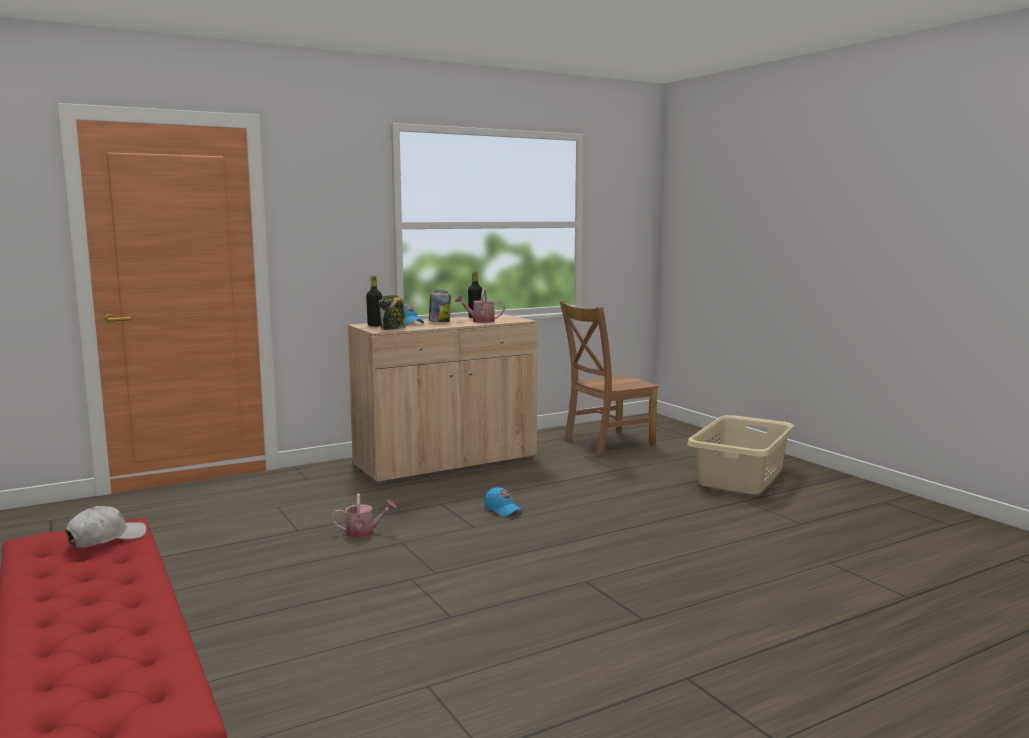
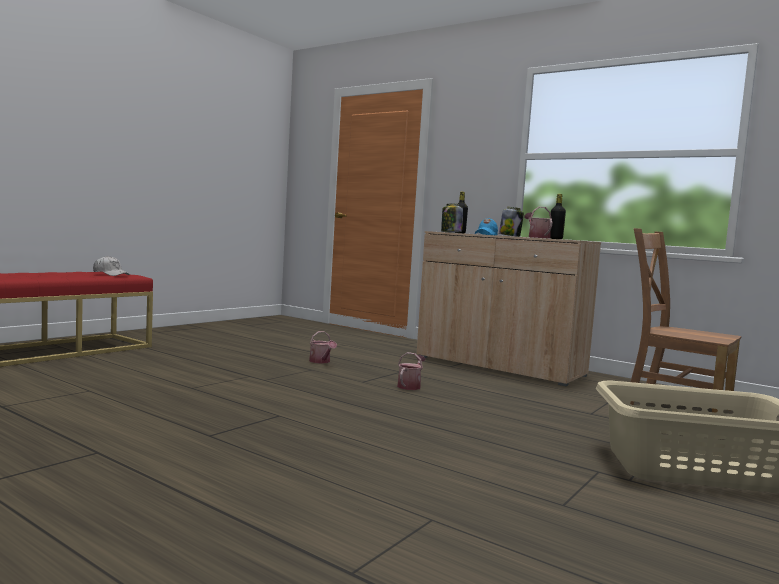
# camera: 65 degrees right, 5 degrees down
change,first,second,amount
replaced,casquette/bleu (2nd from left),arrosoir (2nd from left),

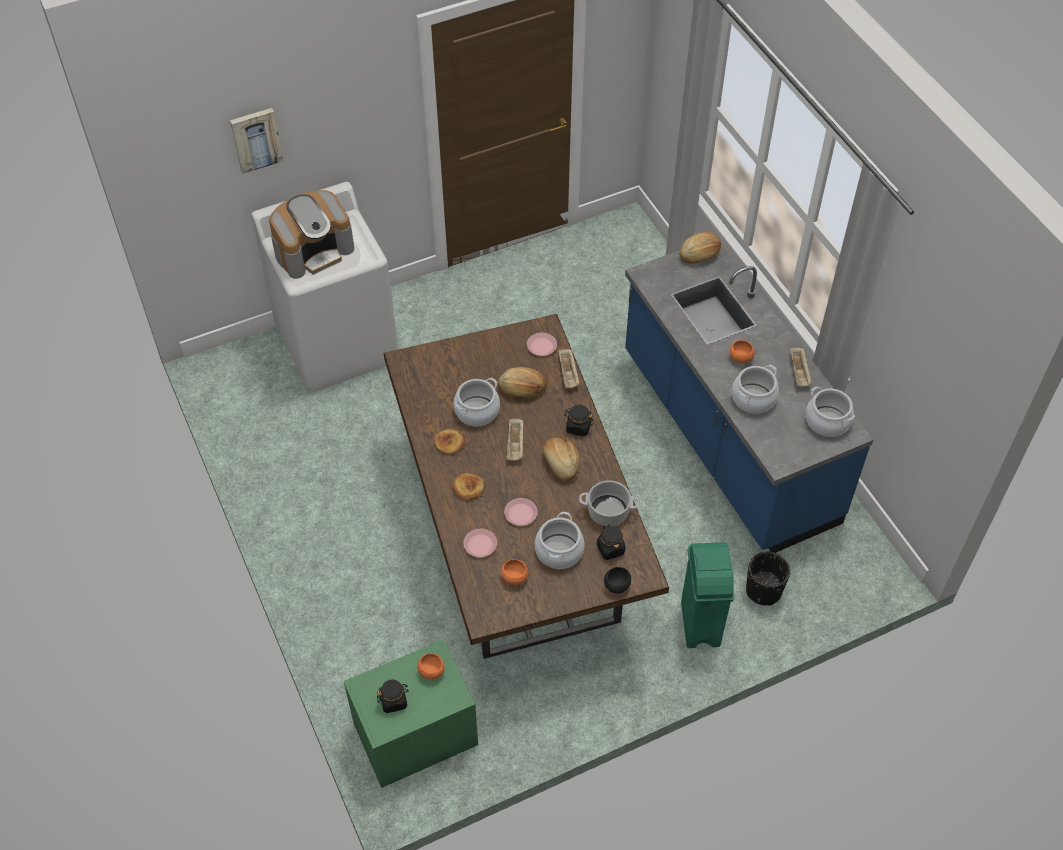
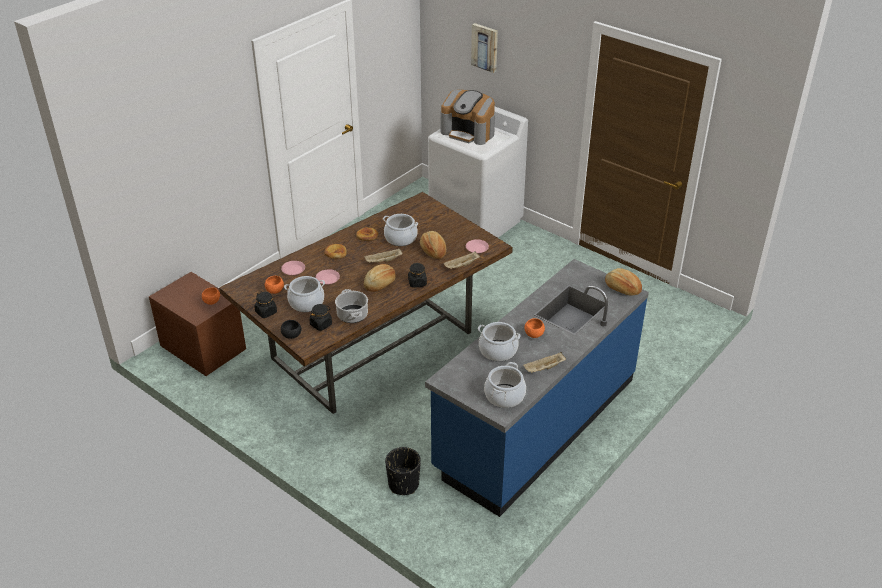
# camera: 65 degrees right, 15 degrees down
change,first,second,amount
removed,poubelle/vert,,
recoloured,table de chevet/vert,table de chevet/marron,
moved,bocal/noir (1st from left),,

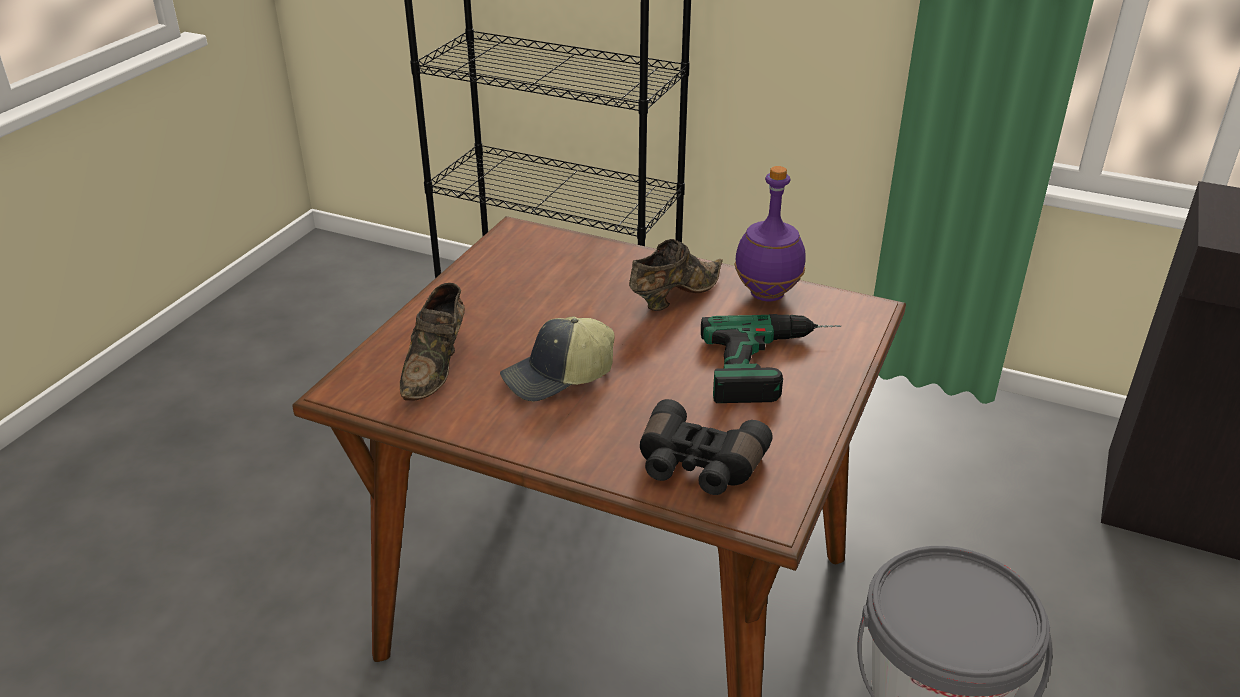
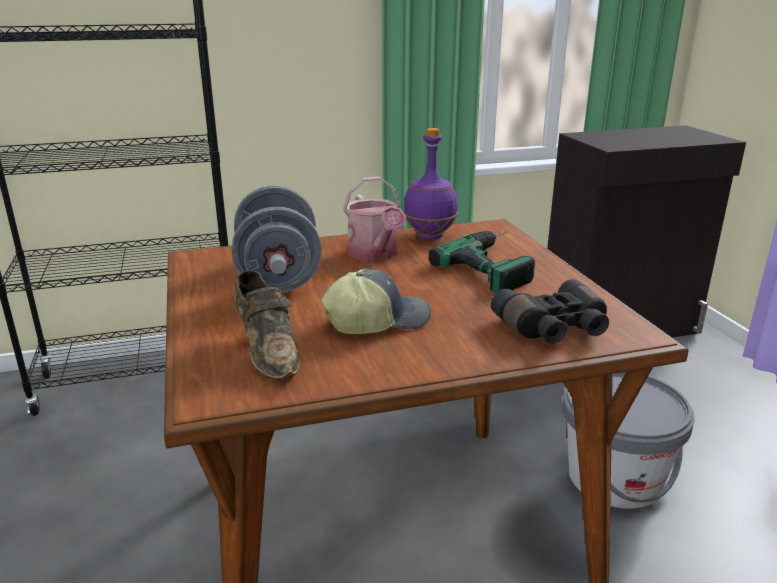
# camera: 40 degrees left, 10 degrees down
change,first,second,amount
replaced,chaussure/marron (2nd from left),arrosoir,
turned,casquette,,135 degrees counterclockwise
added,,haltère/gris,

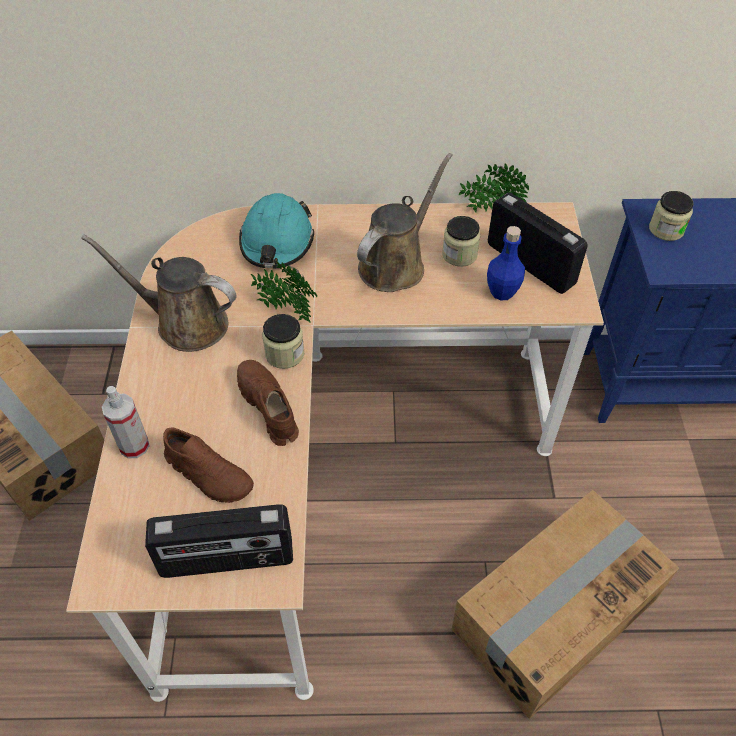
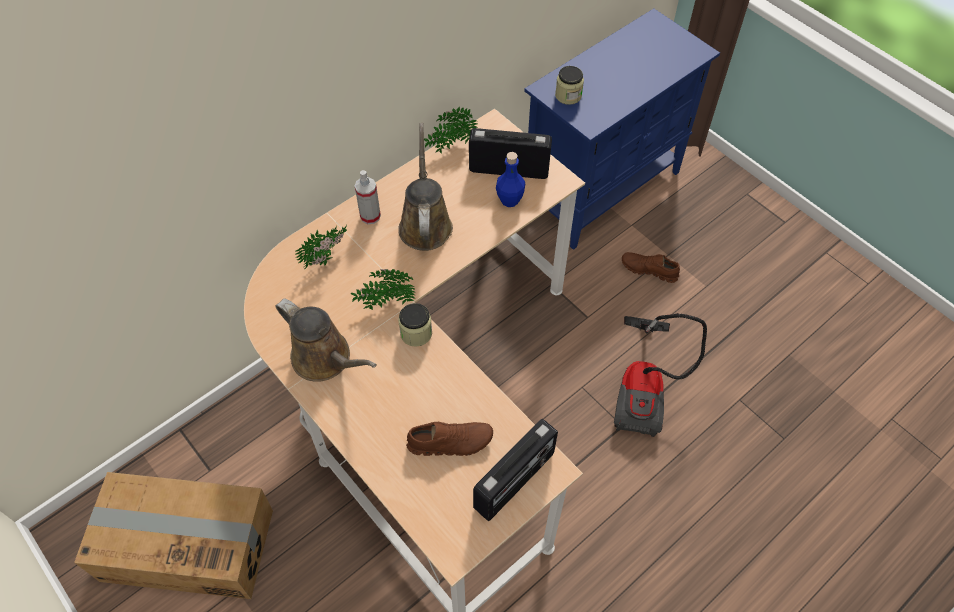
# camera: 40 degrees left, 5 degrees up
change,first,second,amount
replaced,casque de chantier/turquoise,plante en pot (1st from left),
removed,bocal (2nd from left),,
turned,arrosoir/marron (1st from left),,120 degrees counterclockwise
moved,chaussure/marron (2nd from left),,
moved,vaporisateur,,
replaced,carton (2nd from left),aspirateur,

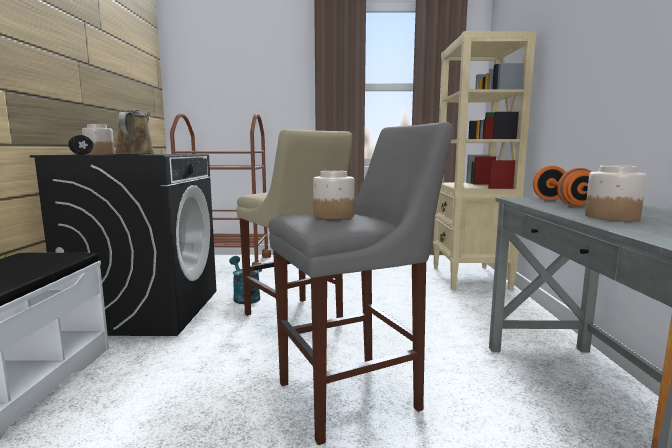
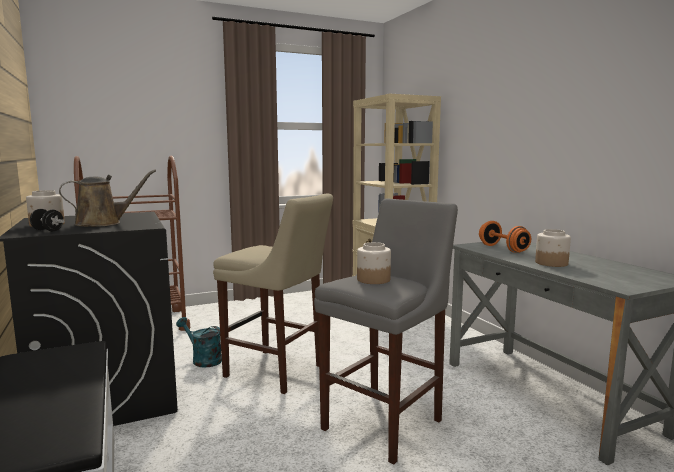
# camera: 25 degrees left, 0 degrees up
change,first,second,amount
turned,arrosoir/marron,,90 degrees clockwise

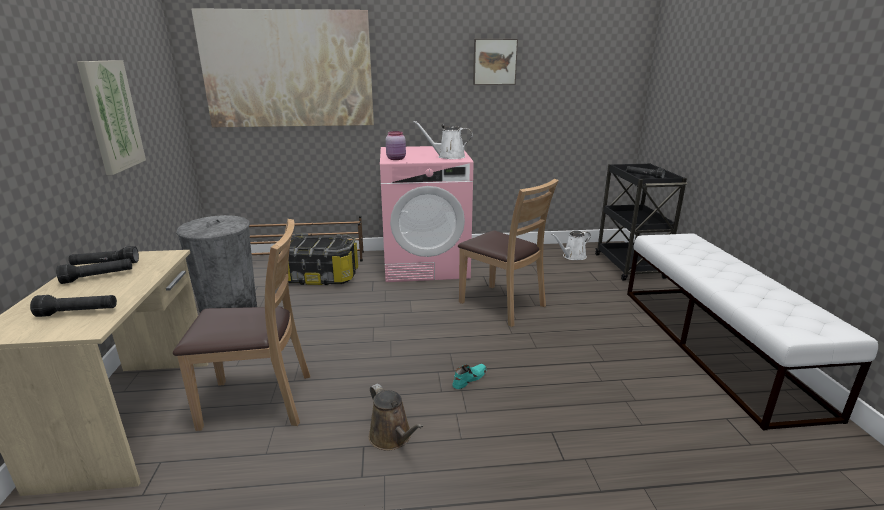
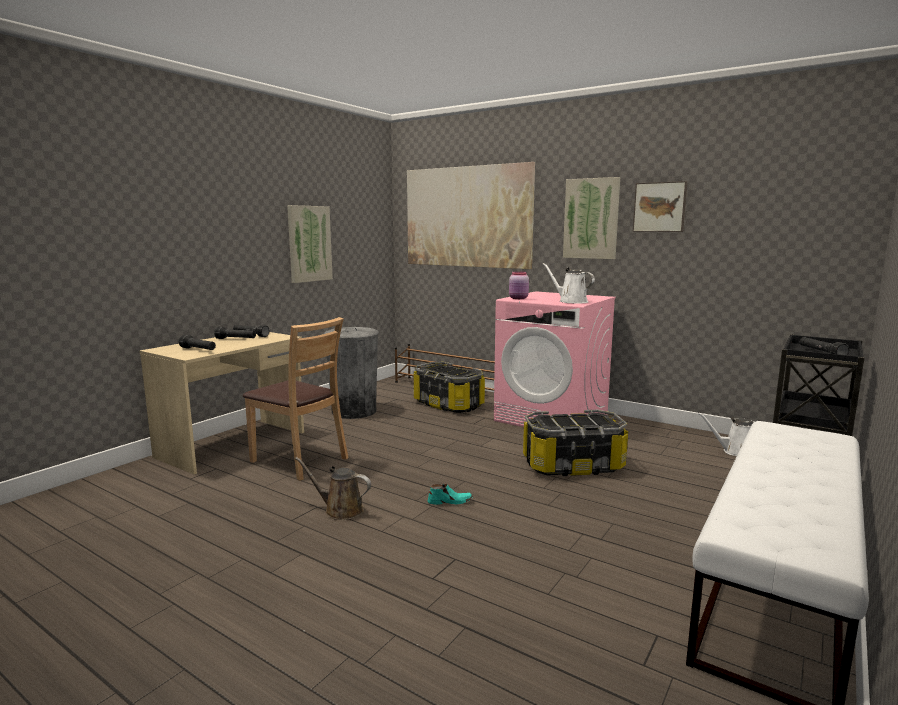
# camera: 40 degrees right, 10 degrees down
change,first,second,amount
replaced,chaise/marron (2nd from left),boîte de rangement (2nd from left),
turned,arrosoir/marron,,105 degrees clockwise
added,,tableau (3rd from left),

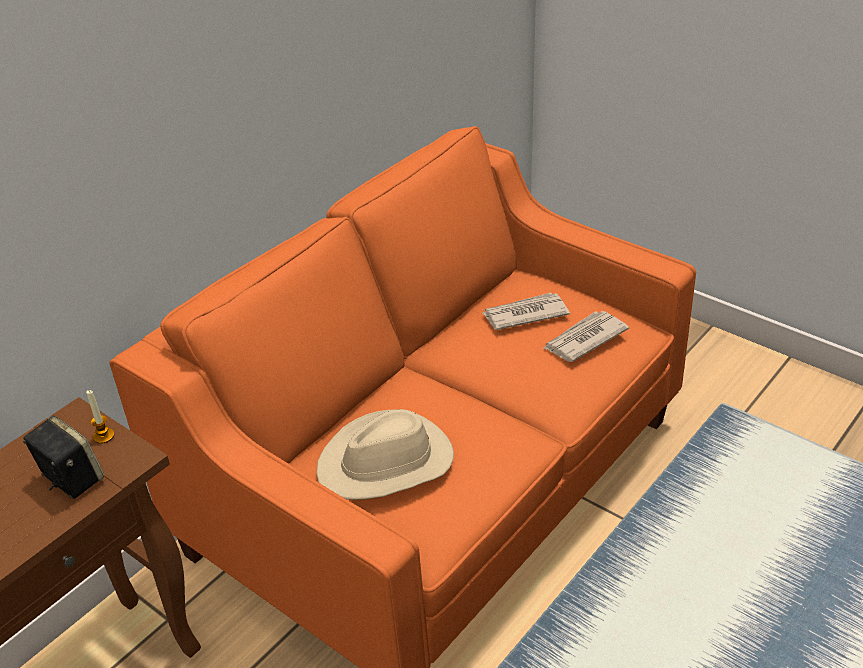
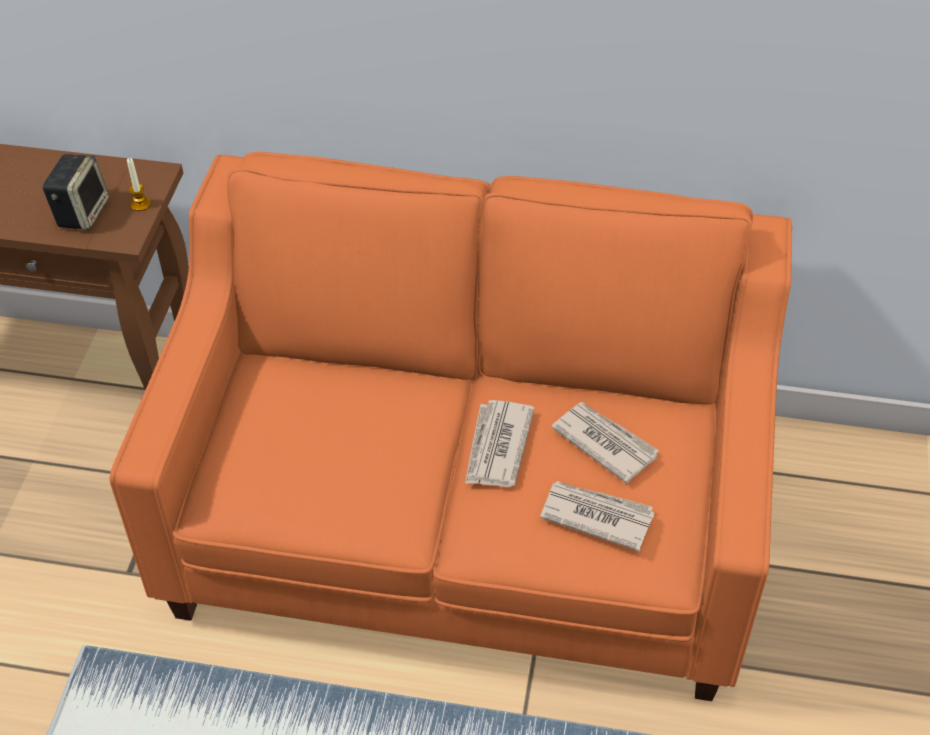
# camera: 60 degrees right, 10 degrees up
change,first,second,amount
removed,chapeau/beige,,
added,,journal (1st from left),

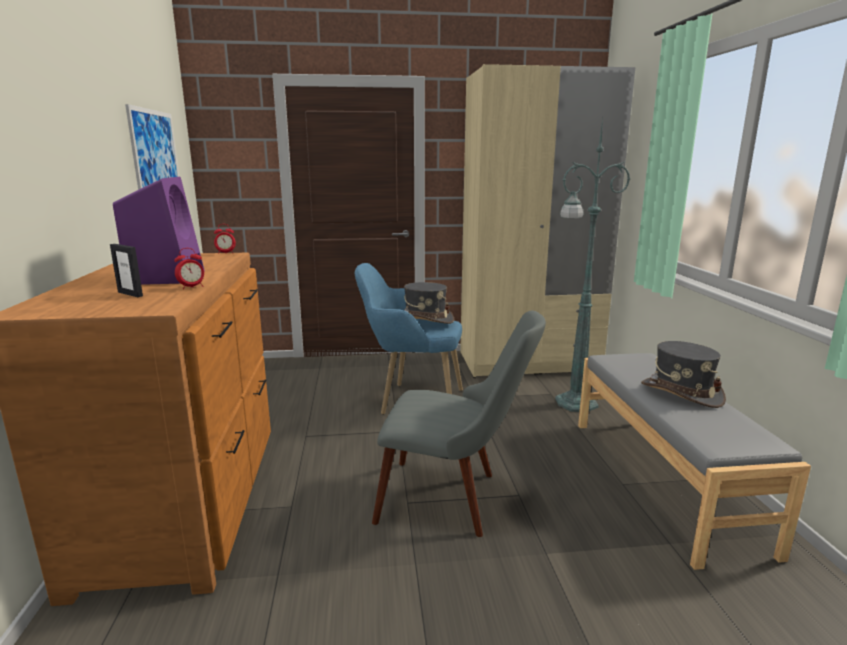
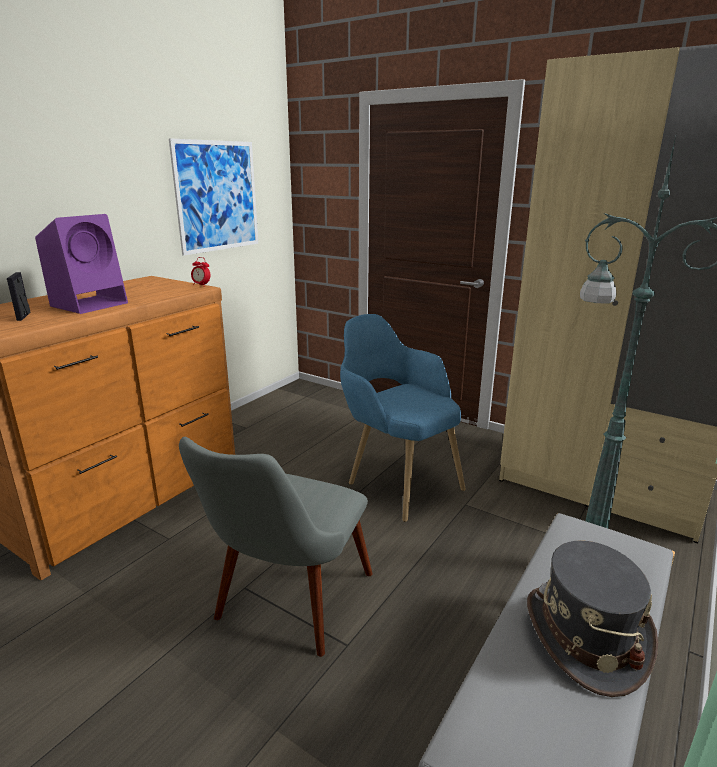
# camera: 40 degrees right, 5 degrees up
change,first,second,amount
removed,réveil (1st from left),,
removed,chapeau/gris (1st from left),,
turned,chaise/gris,,60 degrees clockwise

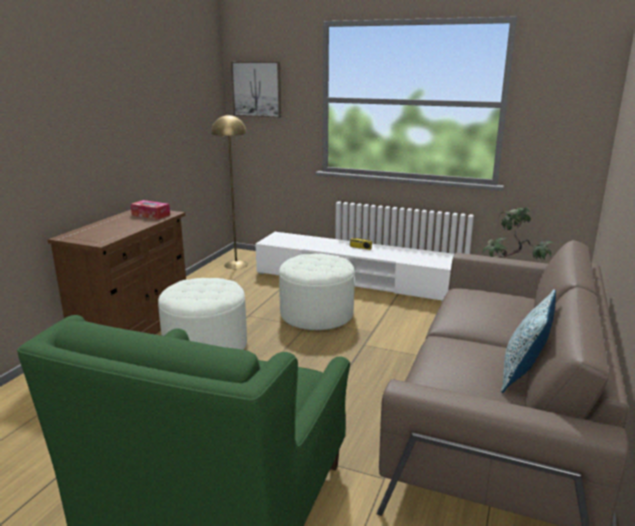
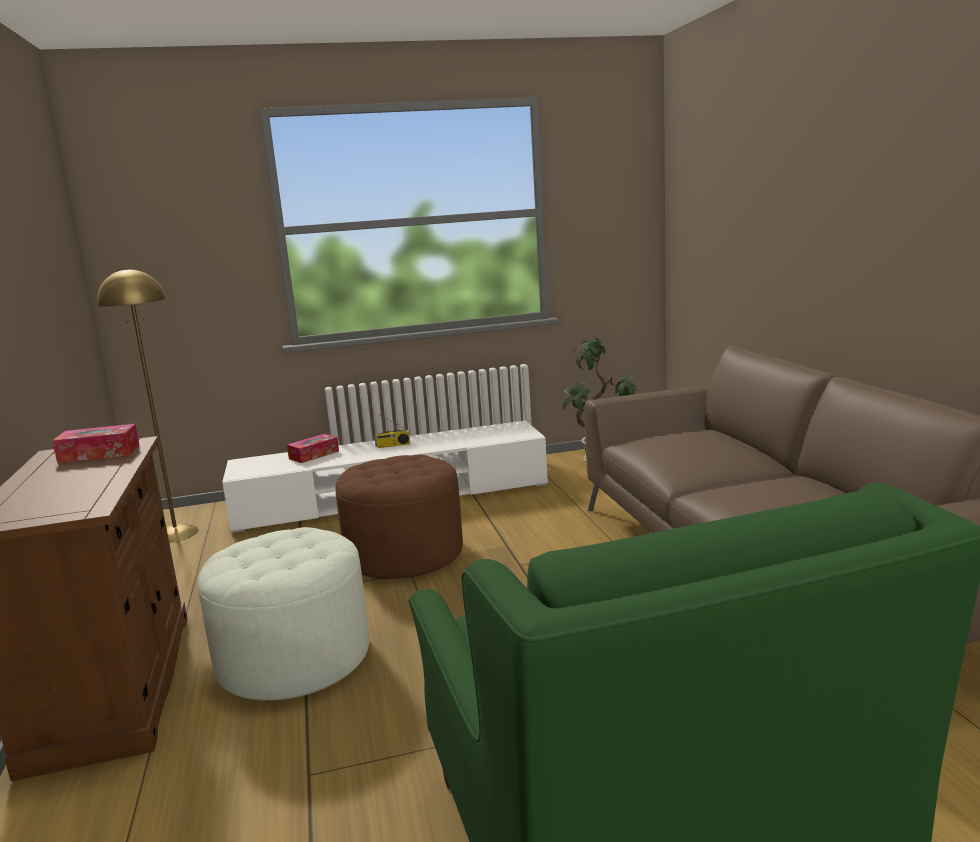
# camera: 35 degrees left, 5 degrees down
change,first,second,amount
removed,tableau,,
recoloured,pouf/blanc (2nd from left),pouf/marron,
removed,coussin,,
added,,boîte à mouchoirs (2nd from left),

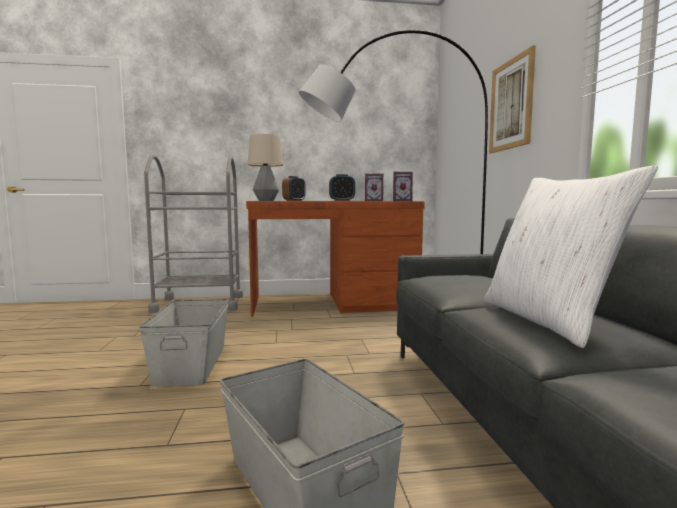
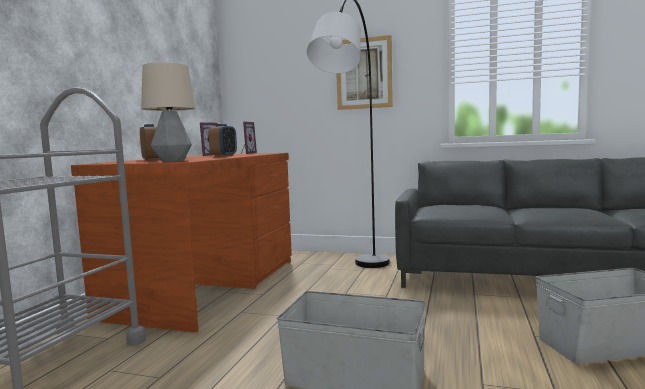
# camera: 65 degrees left, 0 degrees up
change,first,second,amount
removed,coussin/blanc,,

